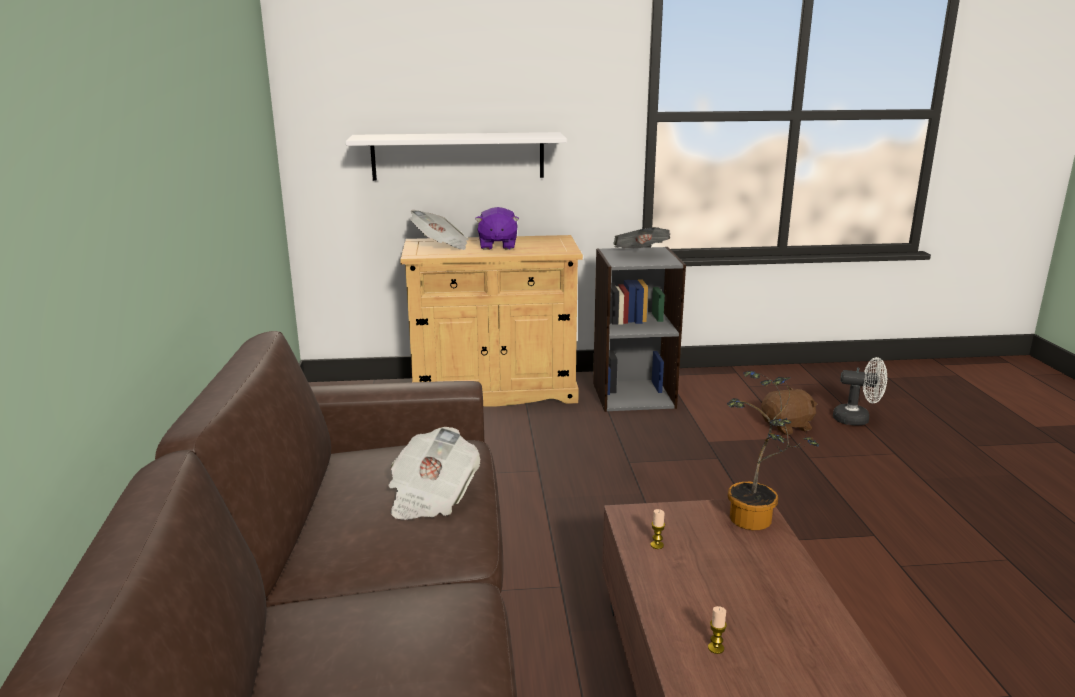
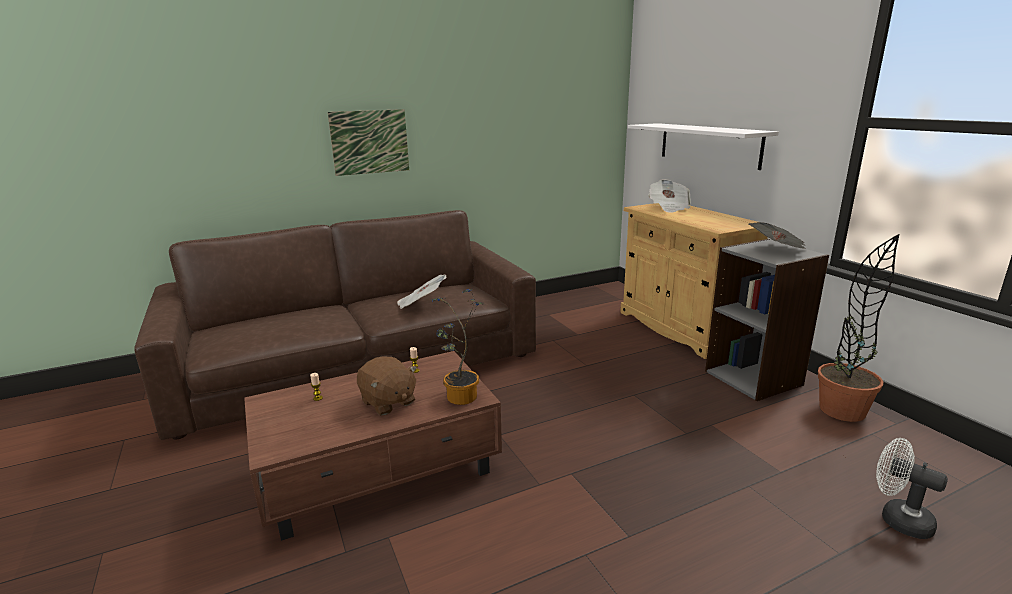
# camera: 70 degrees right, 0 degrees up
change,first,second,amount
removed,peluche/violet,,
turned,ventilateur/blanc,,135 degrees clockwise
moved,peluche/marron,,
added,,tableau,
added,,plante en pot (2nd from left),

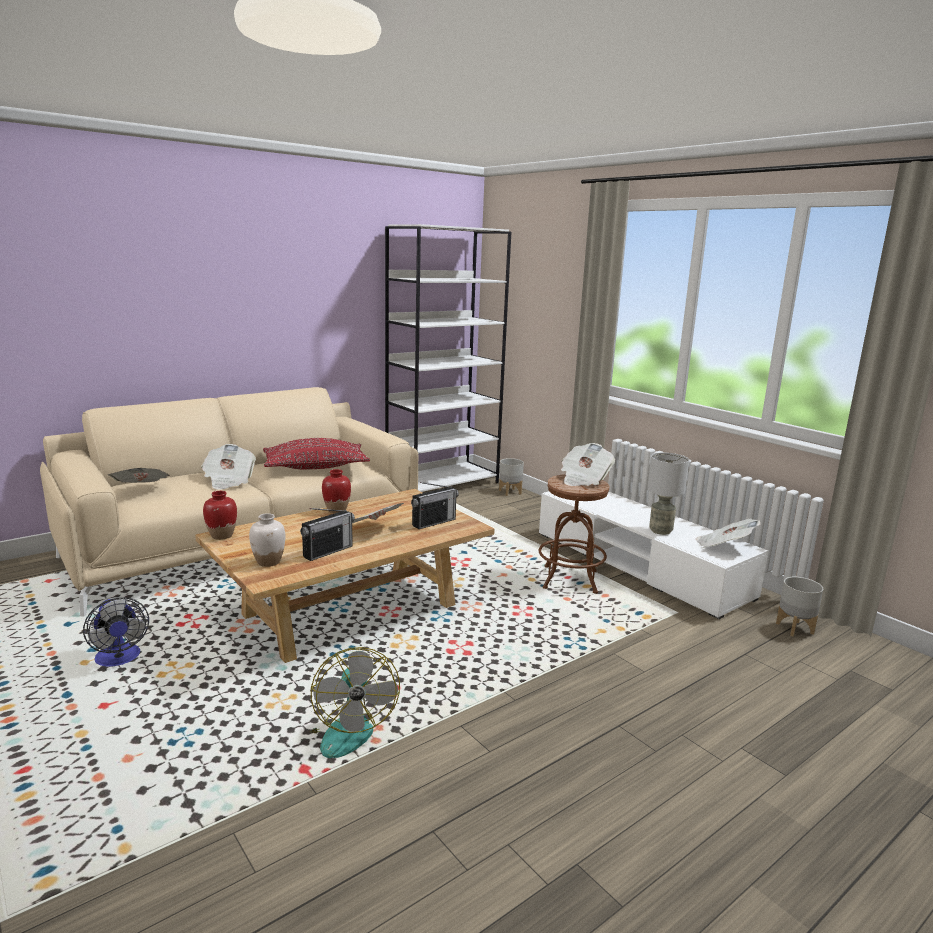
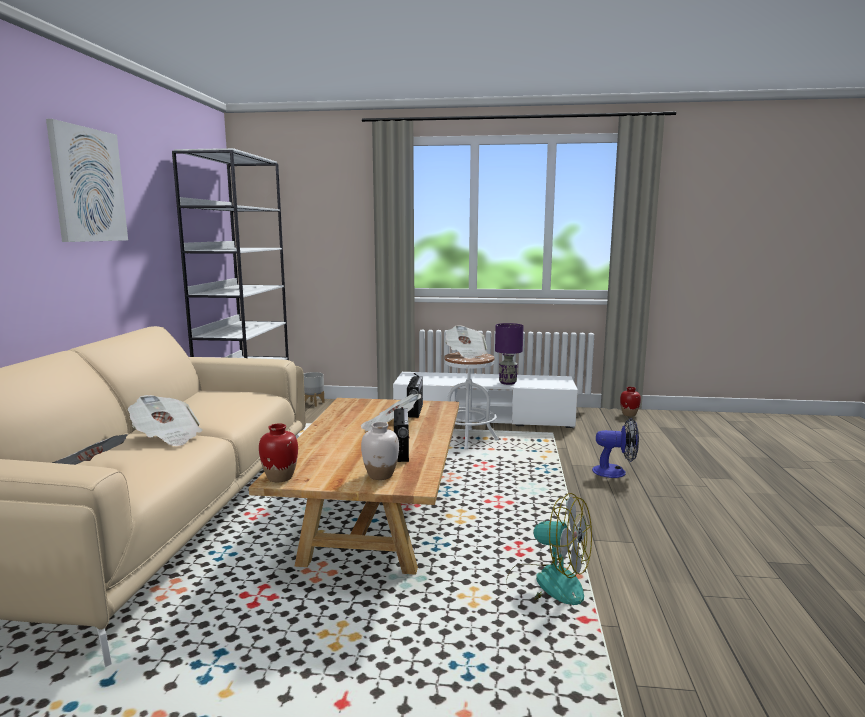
# camera: 45 degrees left, 5 degrees down
change,first,second,amount
removed,coussin/rouge,,
recoloured,lampe de table/gris,lampe de table/violet,
moved,vase/rouge (2nd from left),,
recoloured,tabouret/marron,tabouret/blanc,
removed,journal (5th from left),,
removed,cache-pot/gris (2nd from left),,
moved,ventilateur (1st from left in the first image),ventilateur (2nd from left),
added,,tableau,

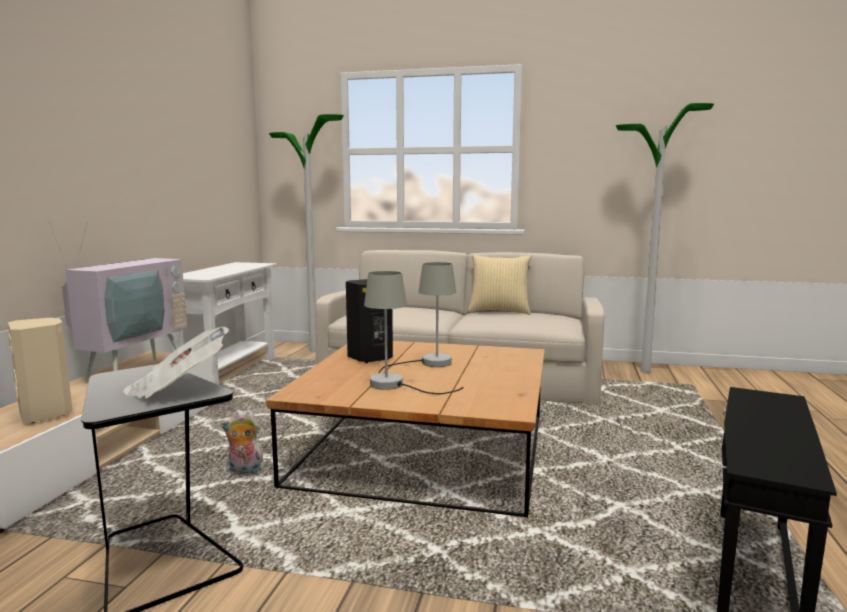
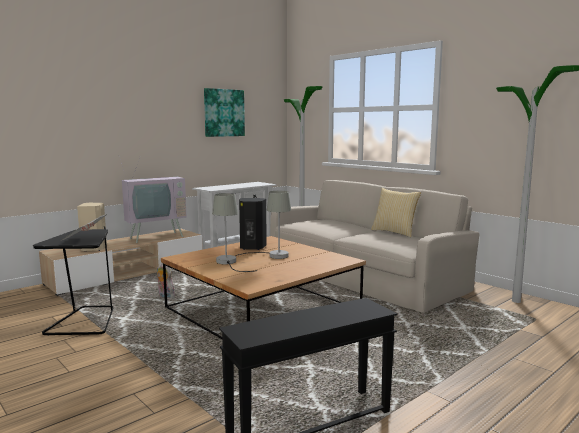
# camera: 35 degrees right, 0 degrees up
change,first,second,amount
added,,tableau,

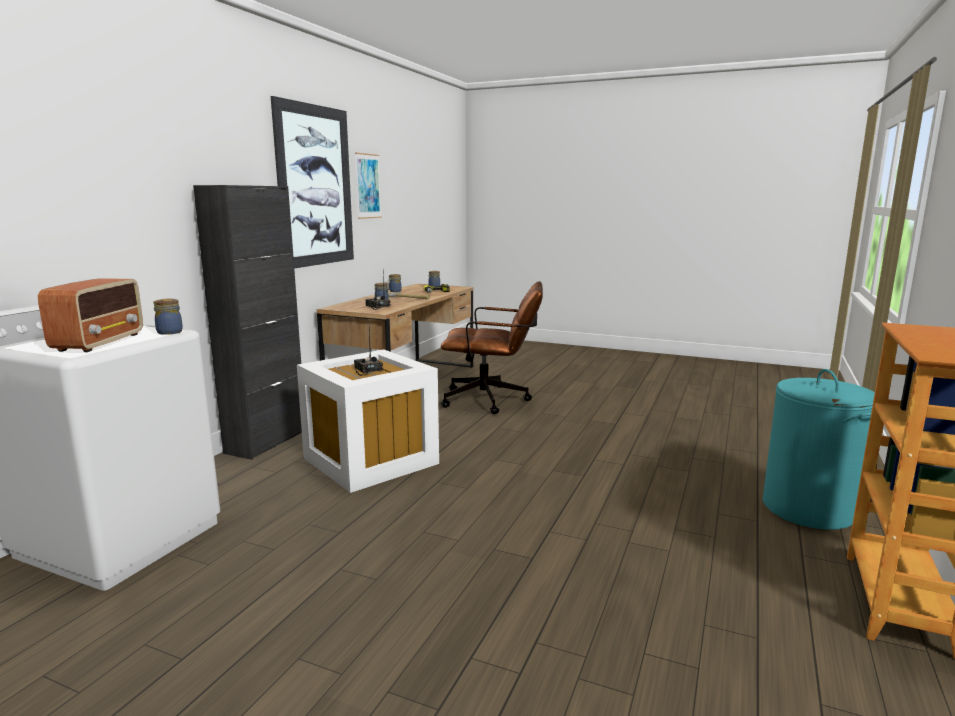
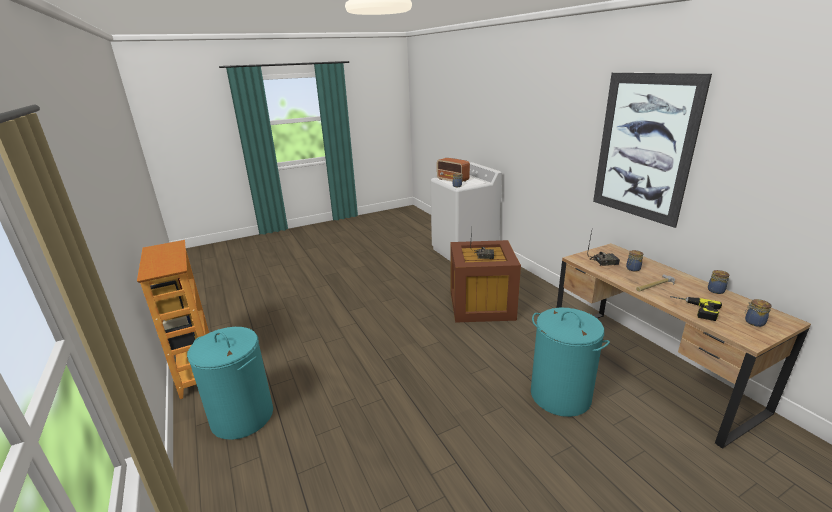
# camera: 130 degrees right, 10 degrees up
change,first,second,amount
removed,tableau (2nd from left),,
removed,meuble de rangement/noir,,
replaced,chaise de bureau/marron,panier à linge/turquoise (2nd from left),
recoloured,boîte de rangement/blanc,boîte de rangement/marron,

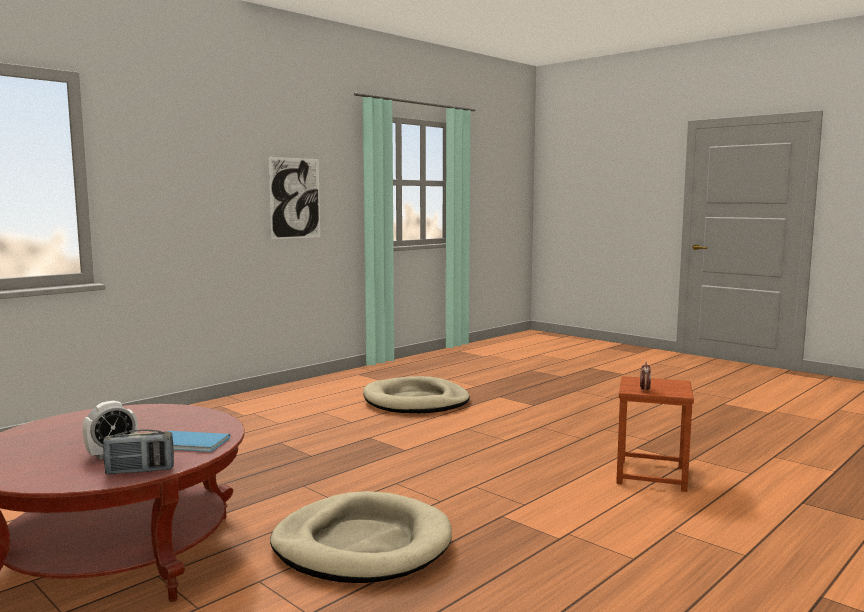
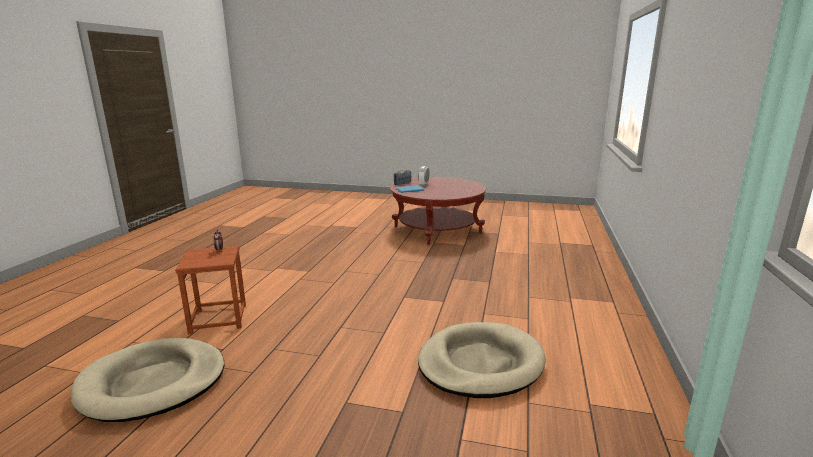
# camera: 150 degrees right, 10 degrees up
change,first,second,amount
removed,tableau,,
moved,panier pour chien/beige (1st from left),,

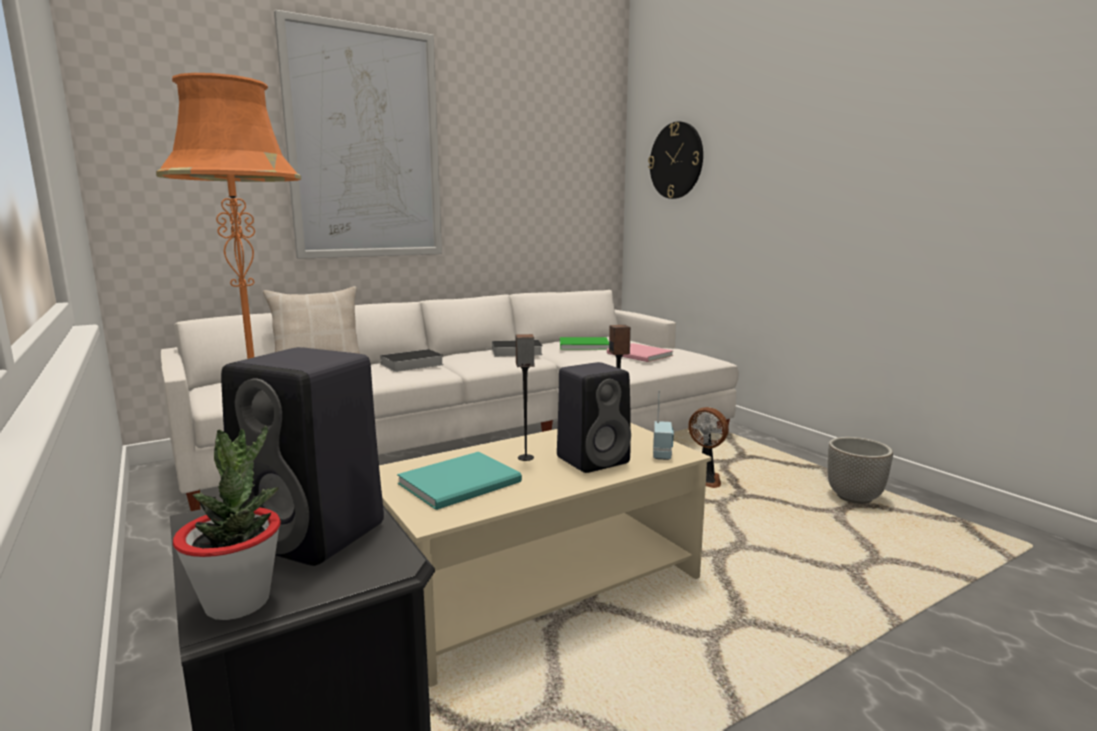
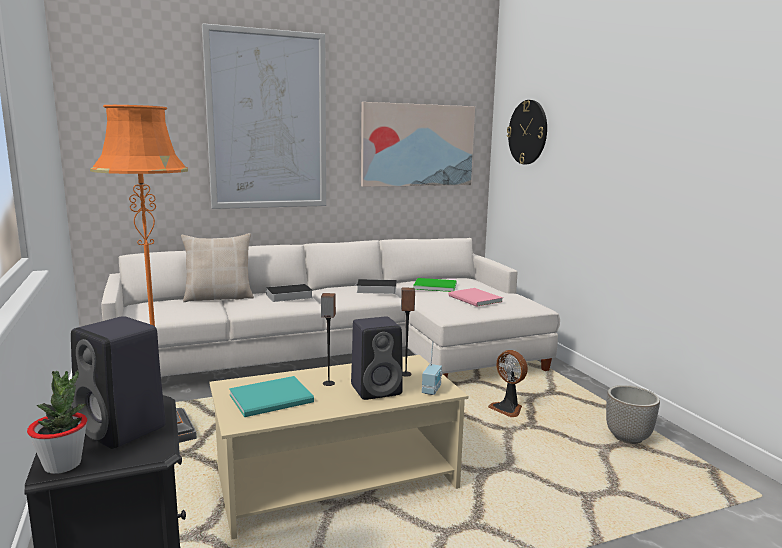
# camera: 10 degrees right, 0 degrees up
change,first,second,amount
added,,tableau (2nd from left),

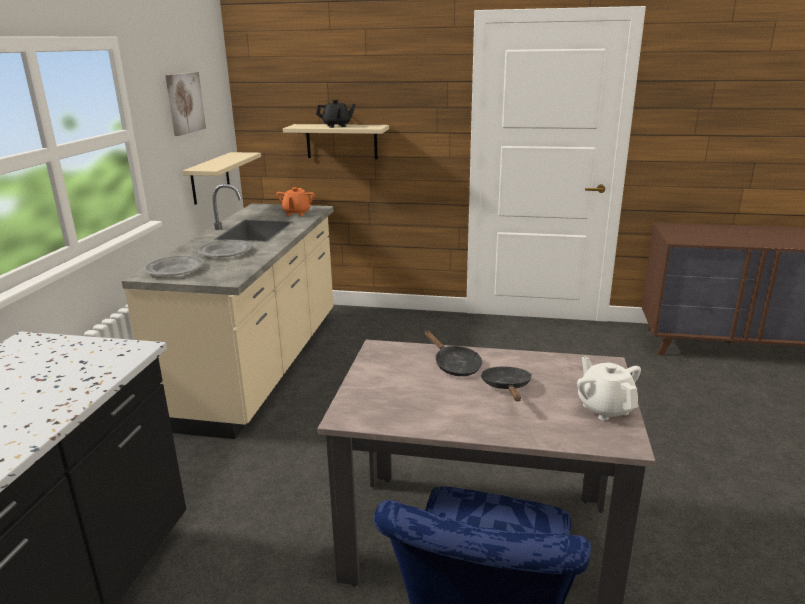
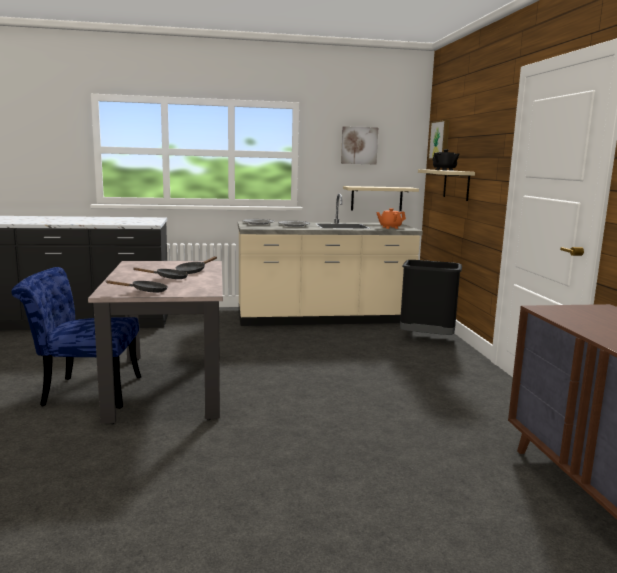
# camera: 70 degrees right, 10 degrees down
change,first,second,amount
replaced,théière/blanc,poêle/noir (1st from left),
added,,tableau (2nd from left),
added,,poubelle/noir,

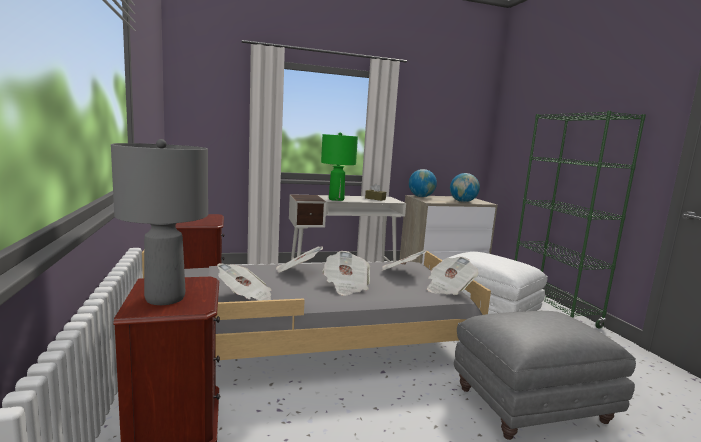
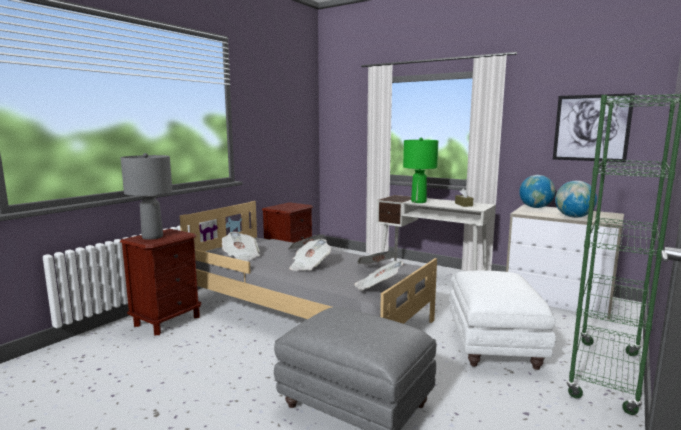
# camera: 50 degrees right, 0 degrees up
change,first,second,amount
added,,tableau,

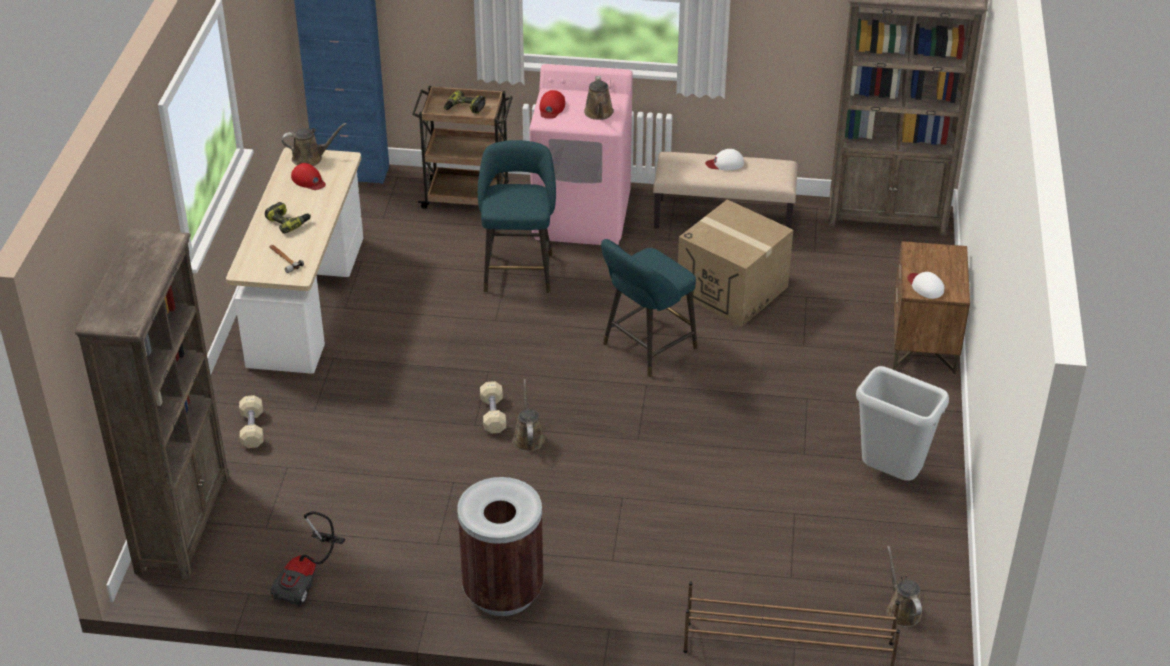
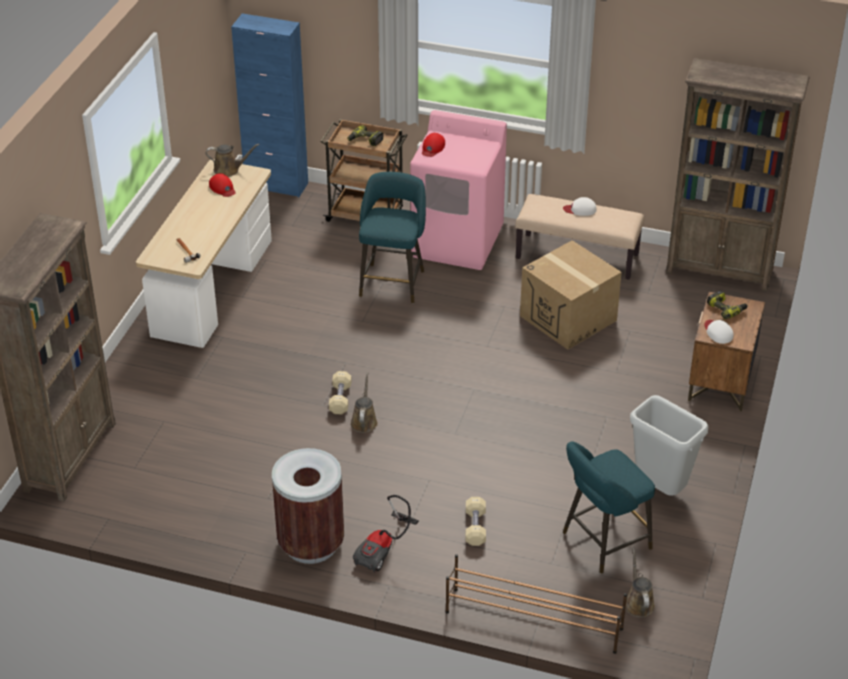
# camera: 10 degrees right, 0 degrees up
change,first,second,amount
removed,arrosoir/marron (3rd from left),,
moved,perceuse (1st from left in the first image),perceuse (2nd from left),
moved,tabouret/turquoise (2nd from left),,
moved,haltère/beige (1st from left in the first image),haltère/beige (2nd from left),
moved,aspirateur,,

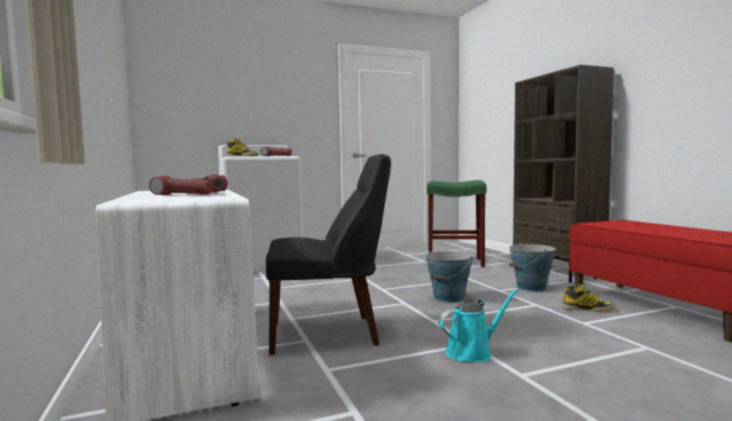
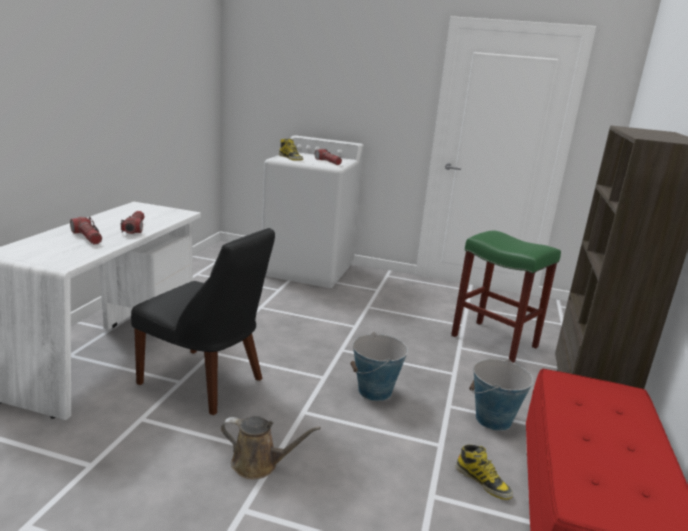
# camera: 35 degrees right, 15 degrees up
change,first,second,amount
recoloured,arrosoir/turquoise,arrosoir/marron,

